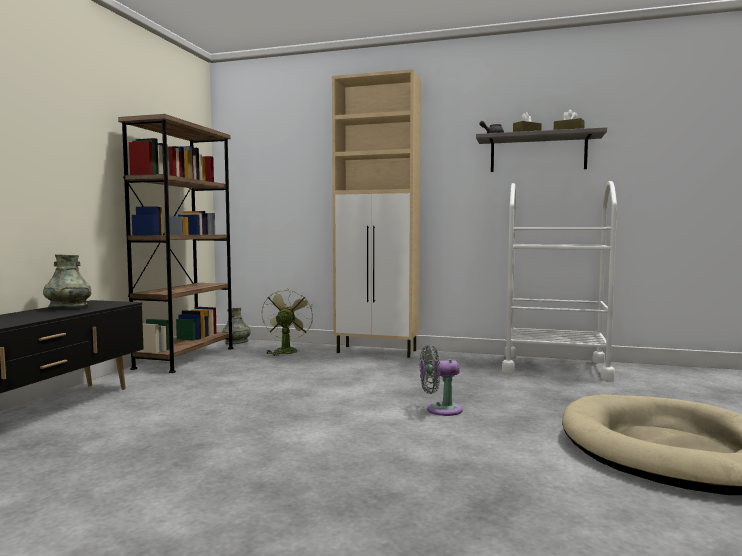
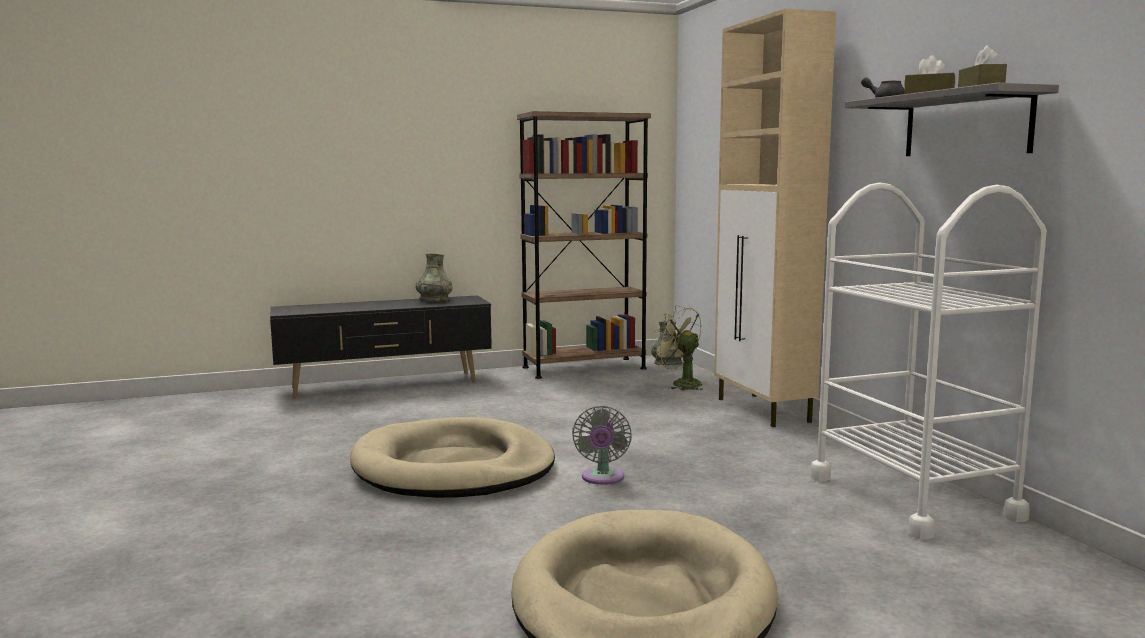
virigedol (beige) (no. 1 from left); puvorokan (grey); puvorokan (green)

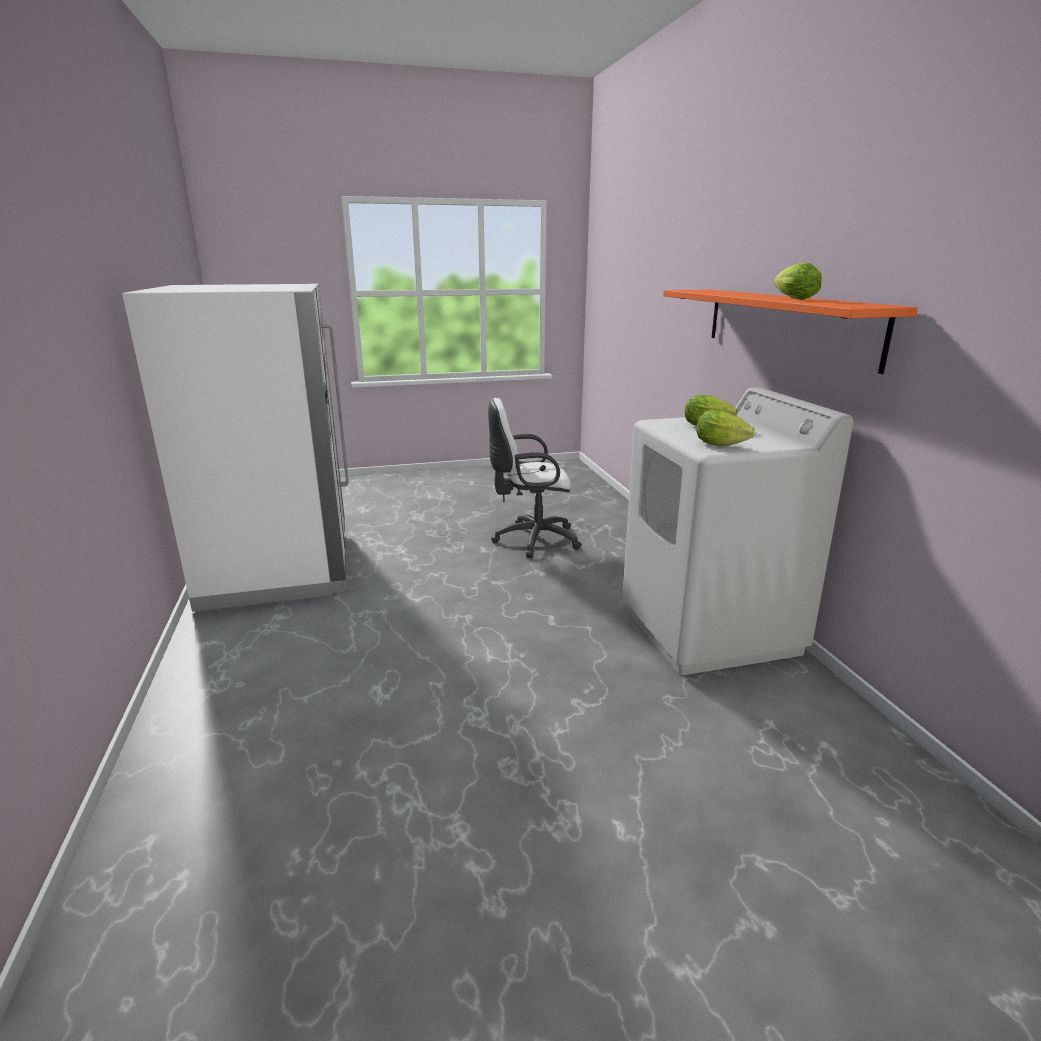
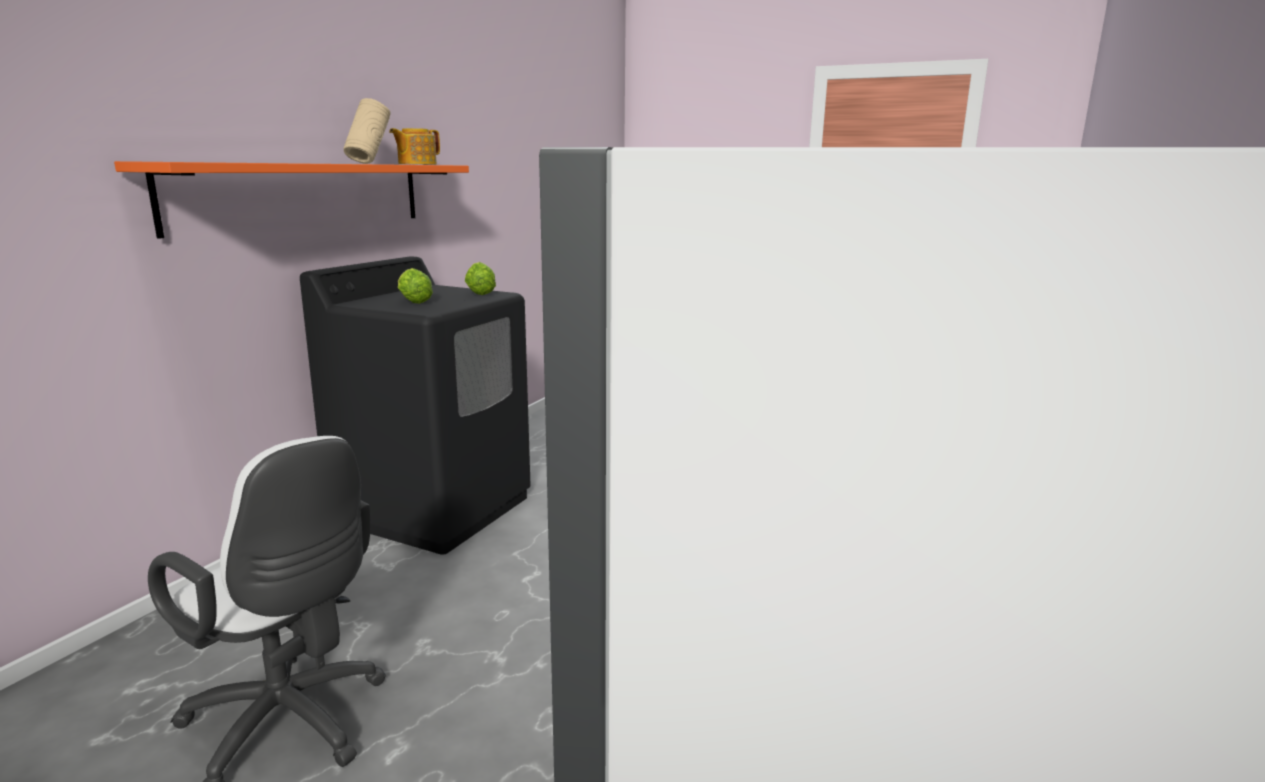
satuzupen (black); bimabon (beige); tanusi

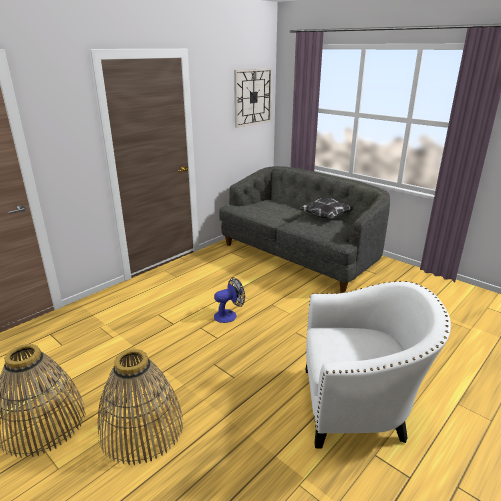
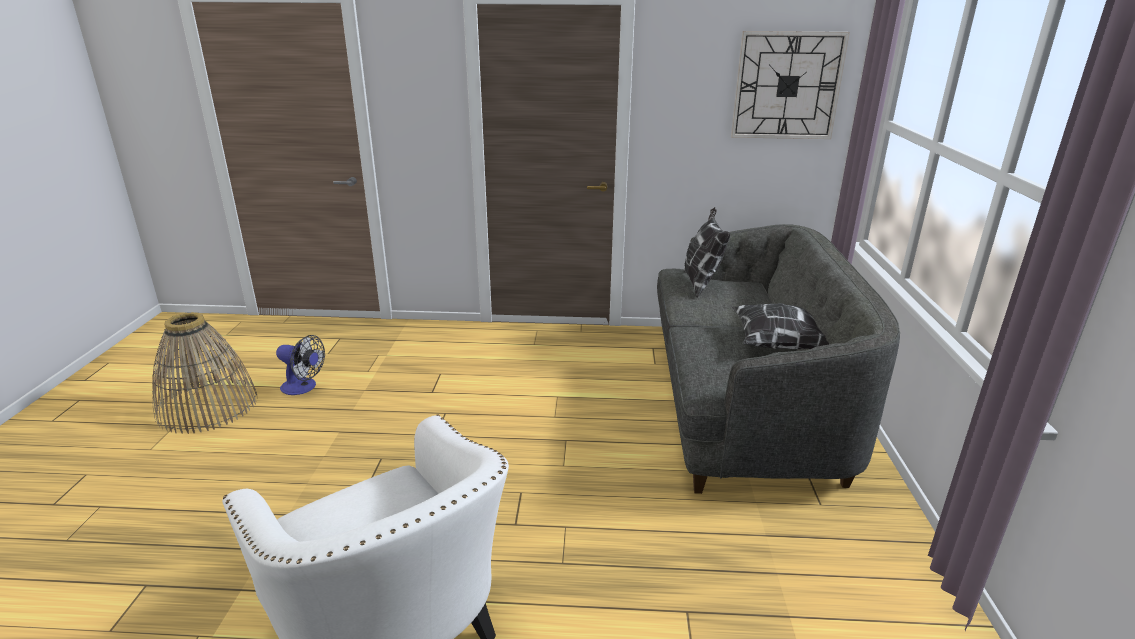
puvorokan; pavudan (no. 1 from left); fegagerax (no. 2 from left in the first image)

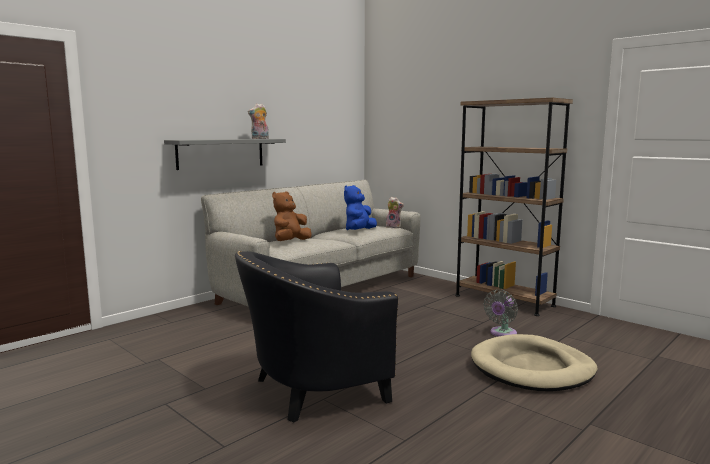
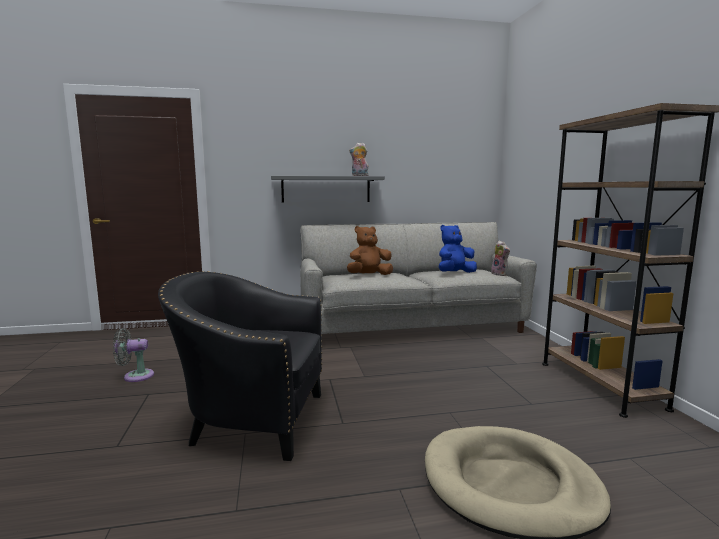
puvorokan (grey)

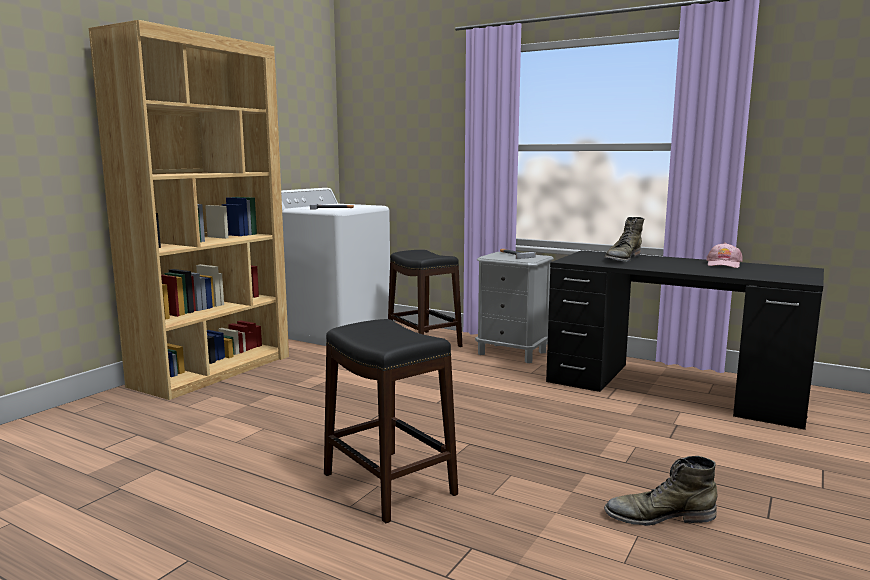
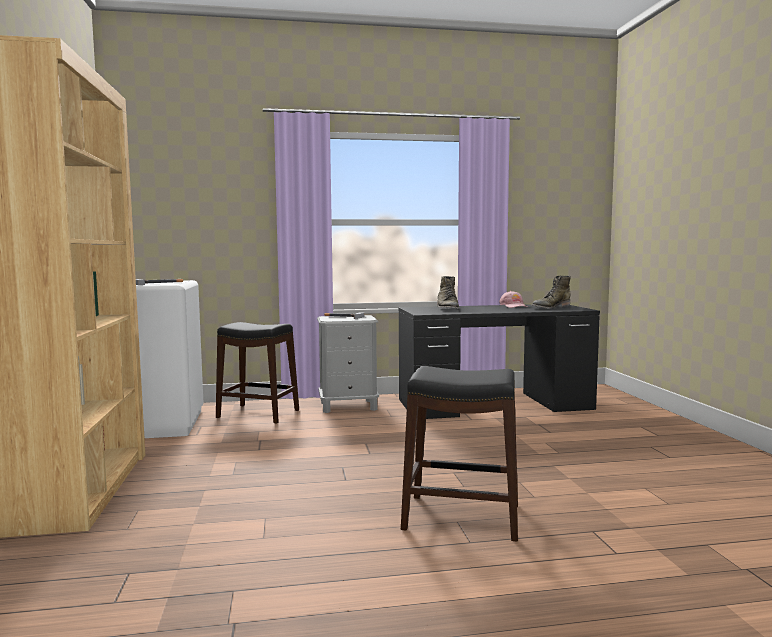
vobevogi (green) (no. 2 from left)

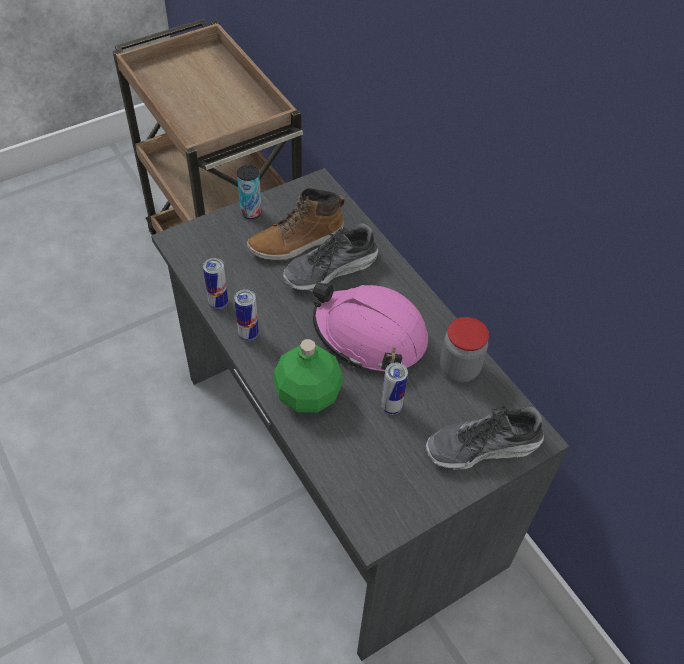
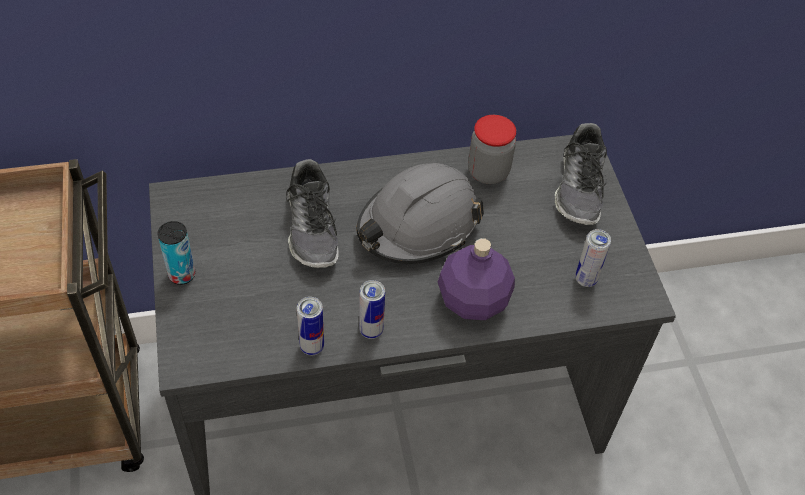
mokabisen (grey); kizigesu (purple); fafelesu (no. 4 from left); vobevogi

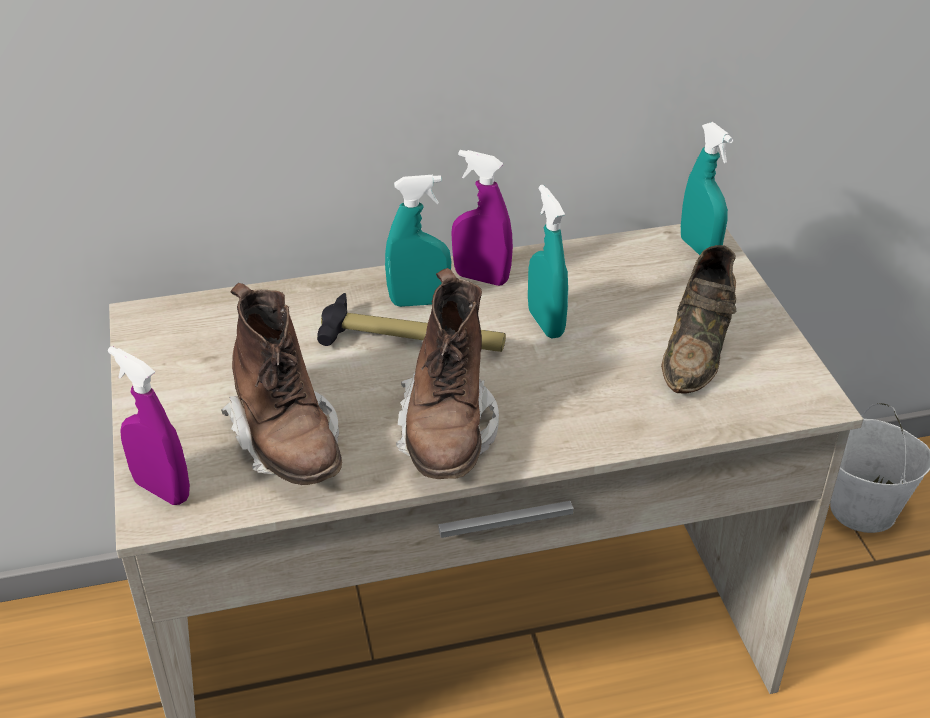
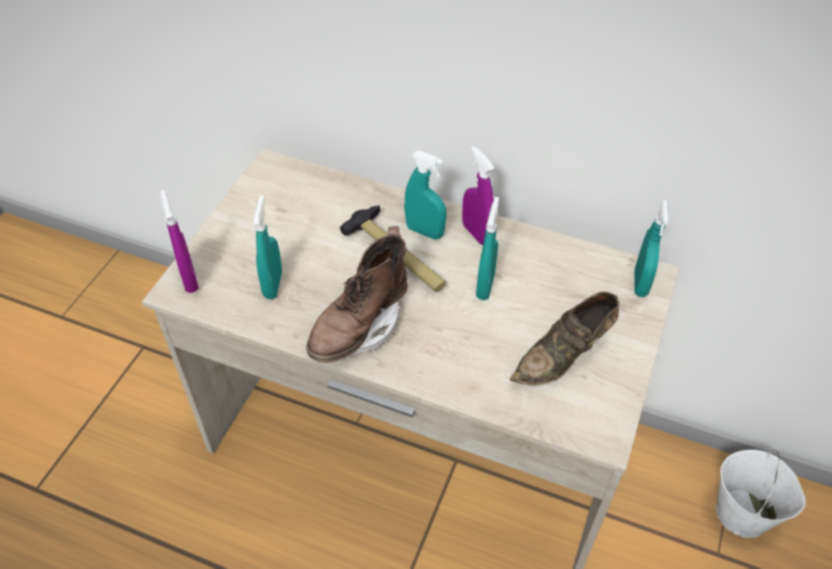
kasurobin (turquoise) (no. 1 from left)

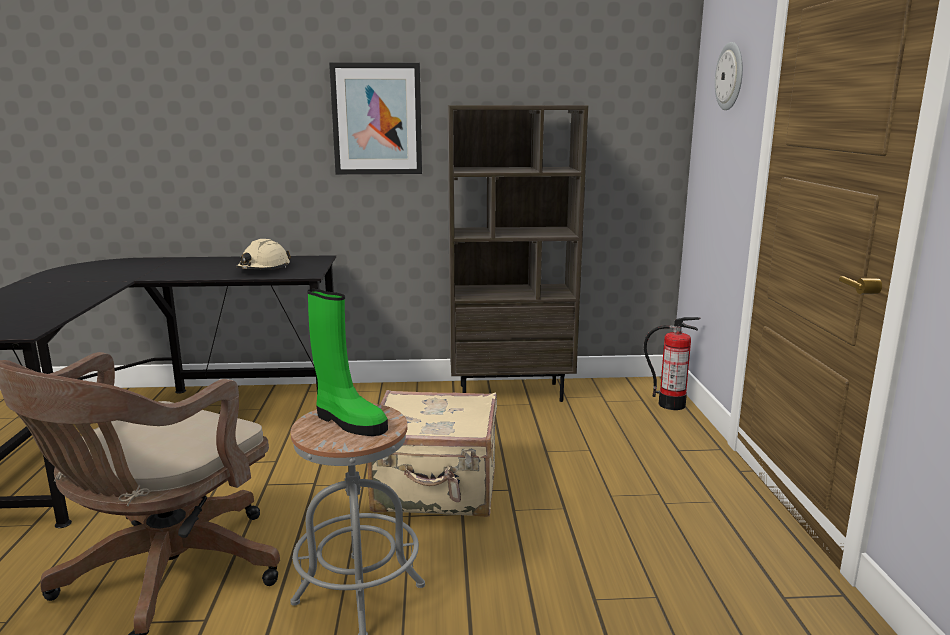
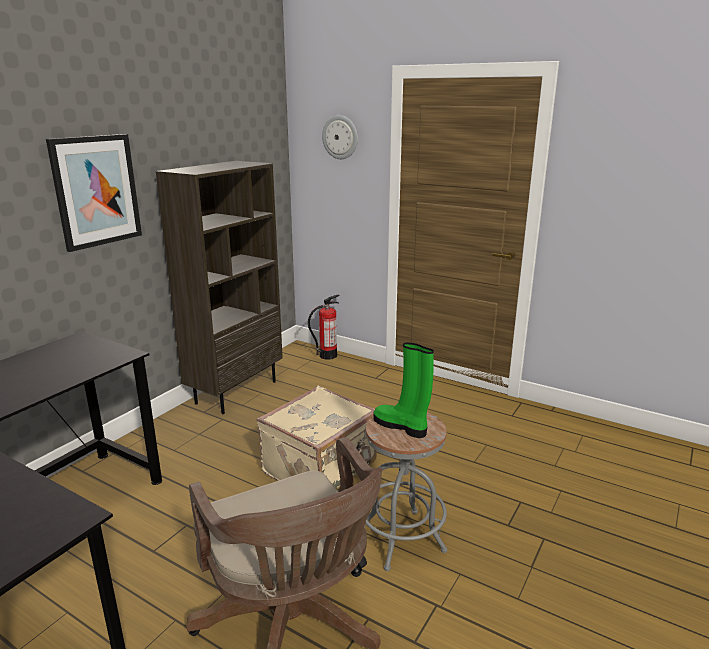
vobevogi (green); mokabisen (beige)

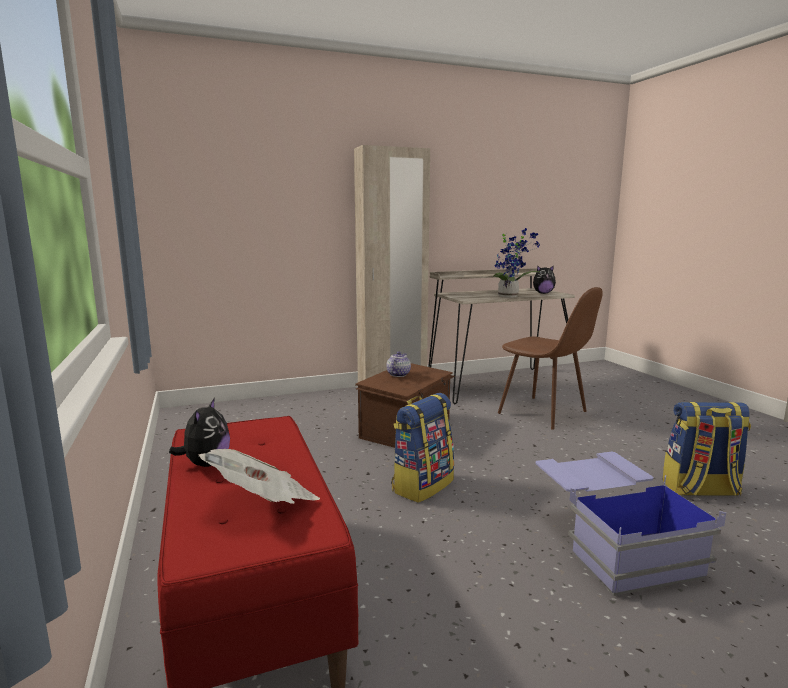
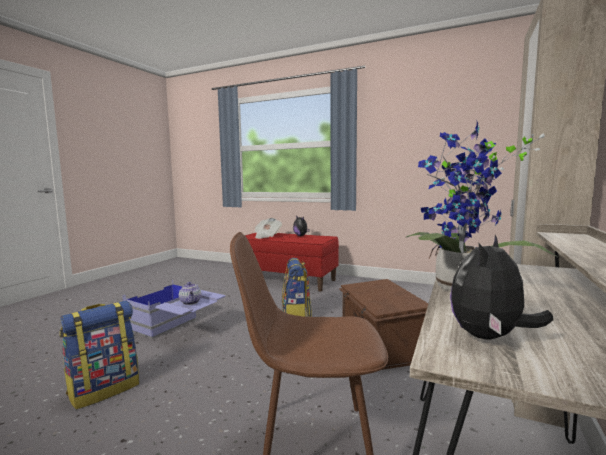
tanusi

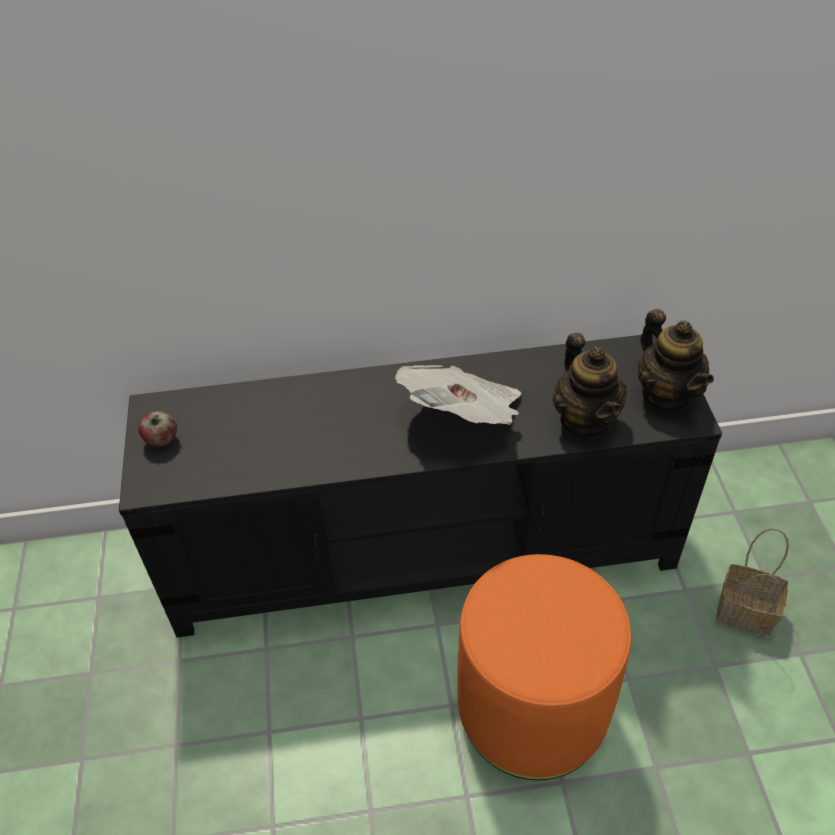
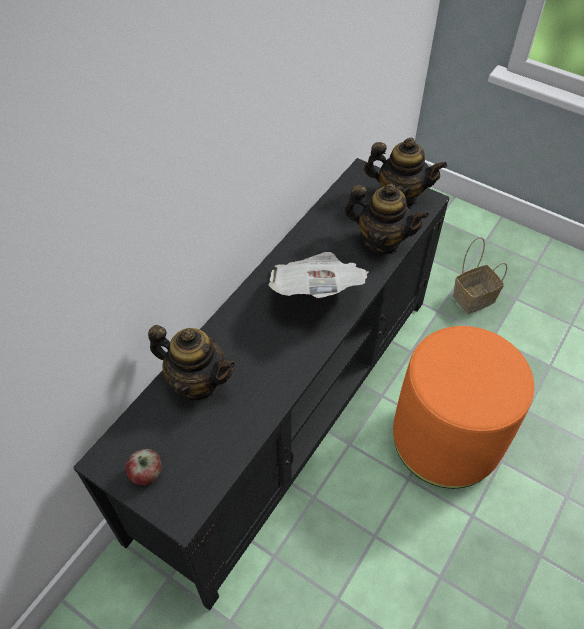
tanusi (no. 1 from left)

